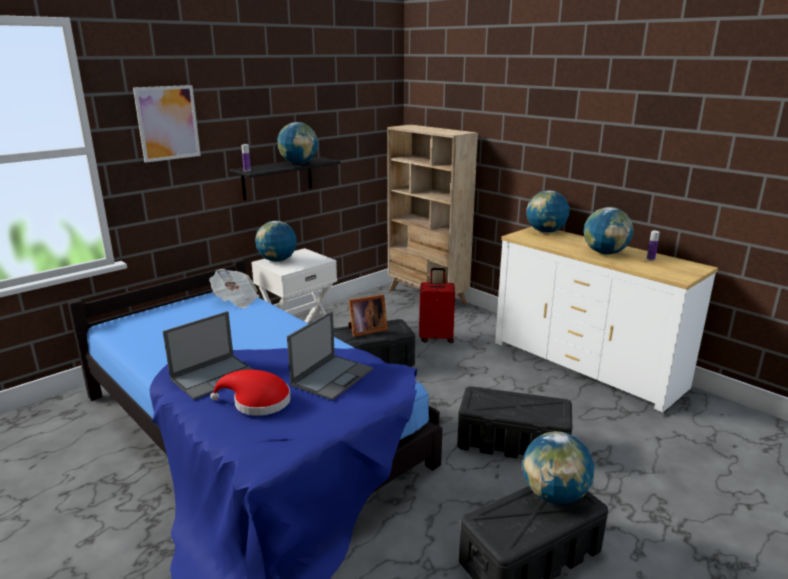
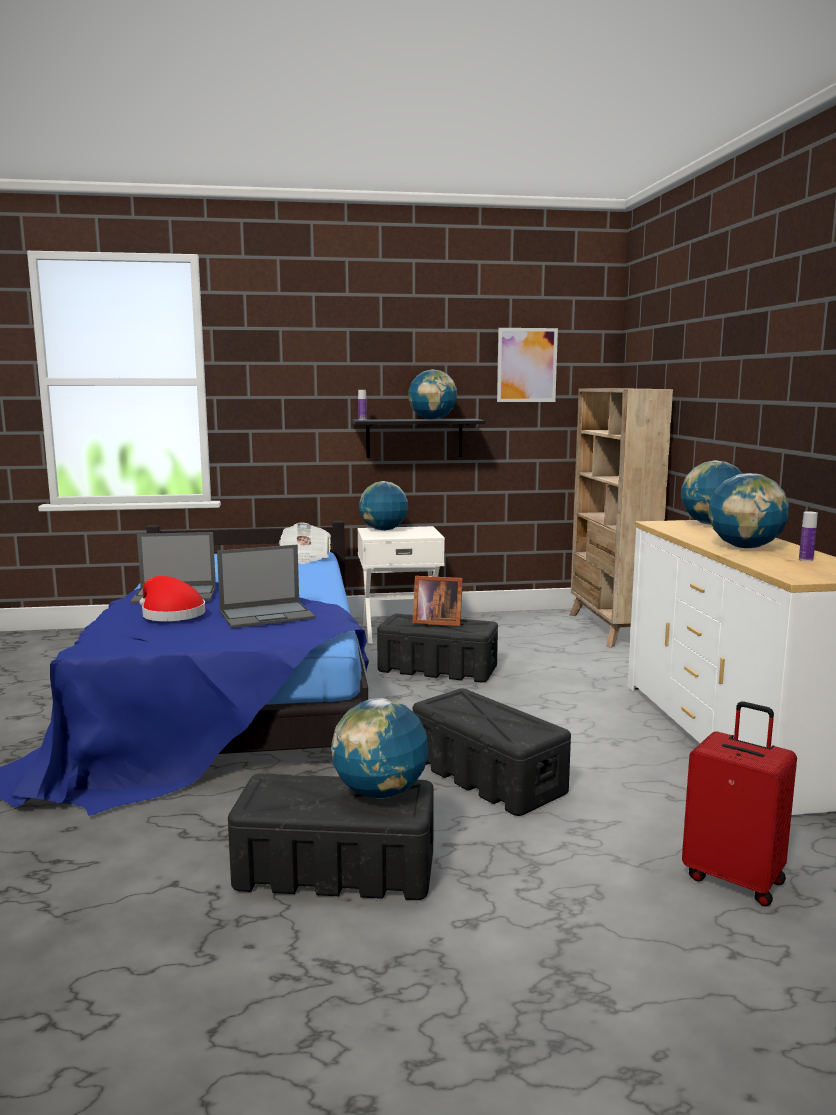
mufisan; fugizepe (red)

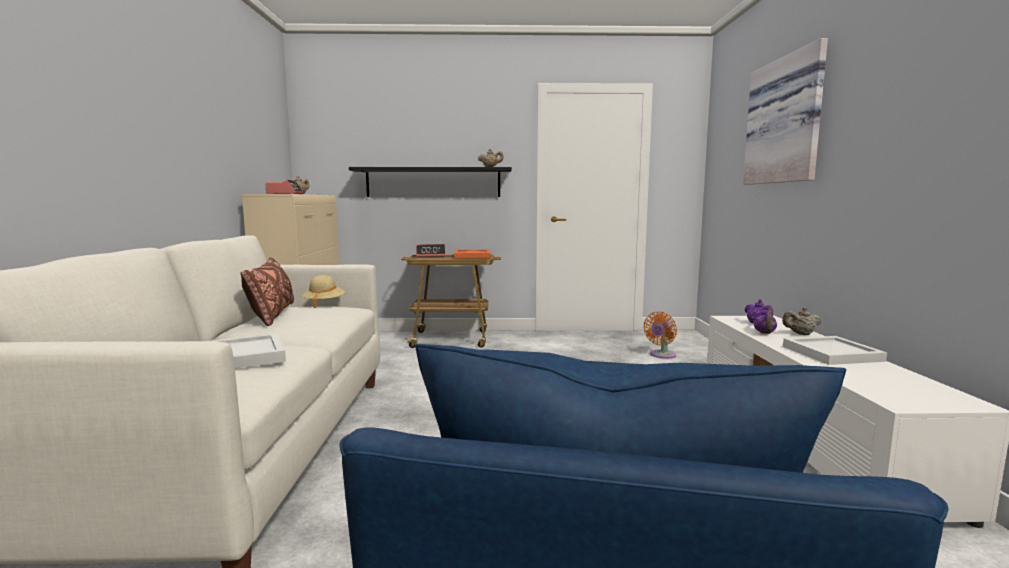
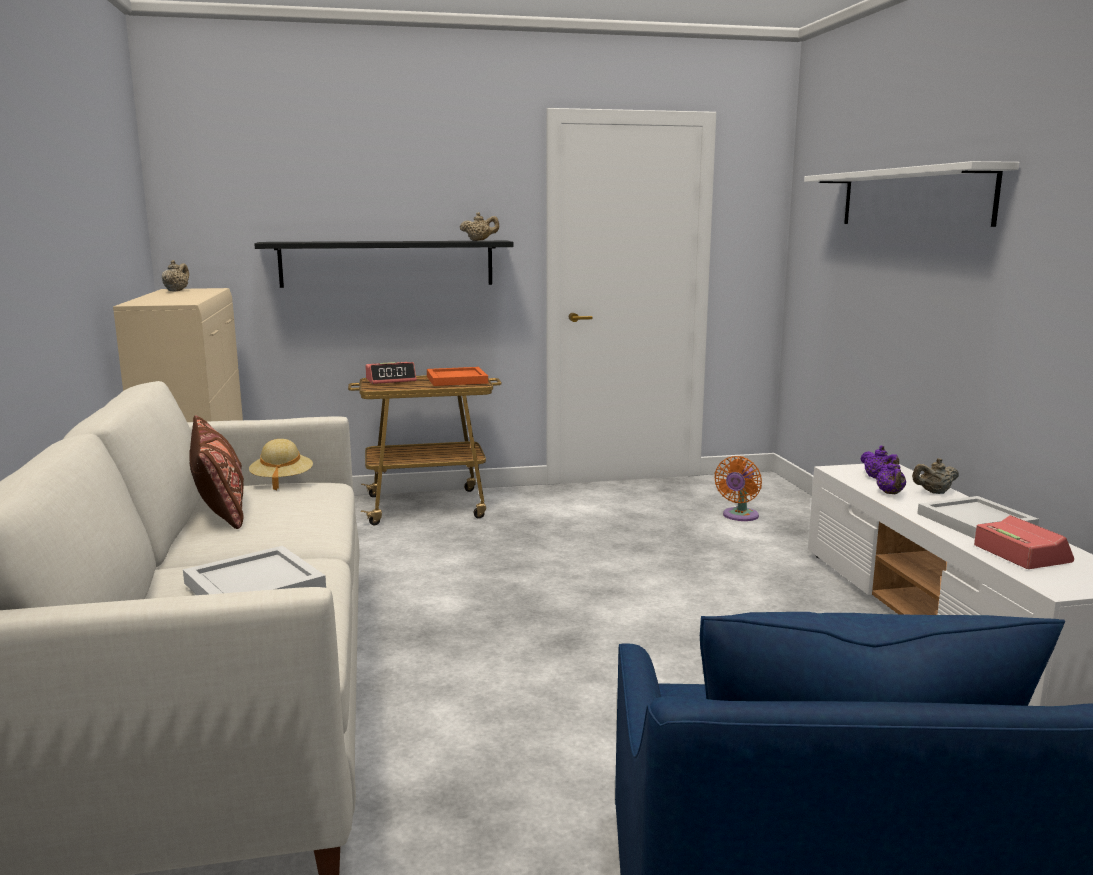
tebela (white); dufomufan (no. 2 from left)

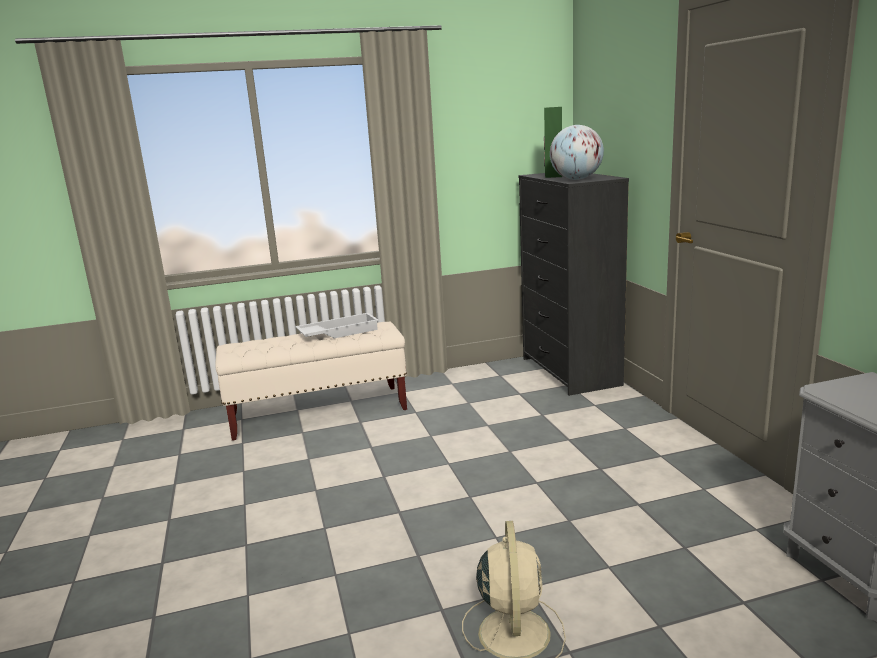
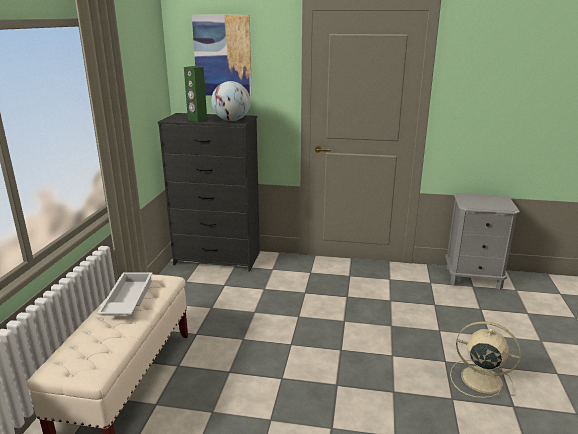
mufisan

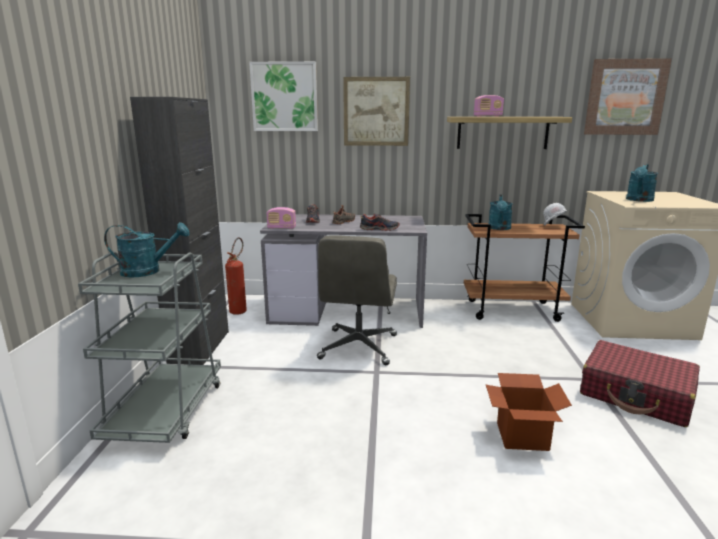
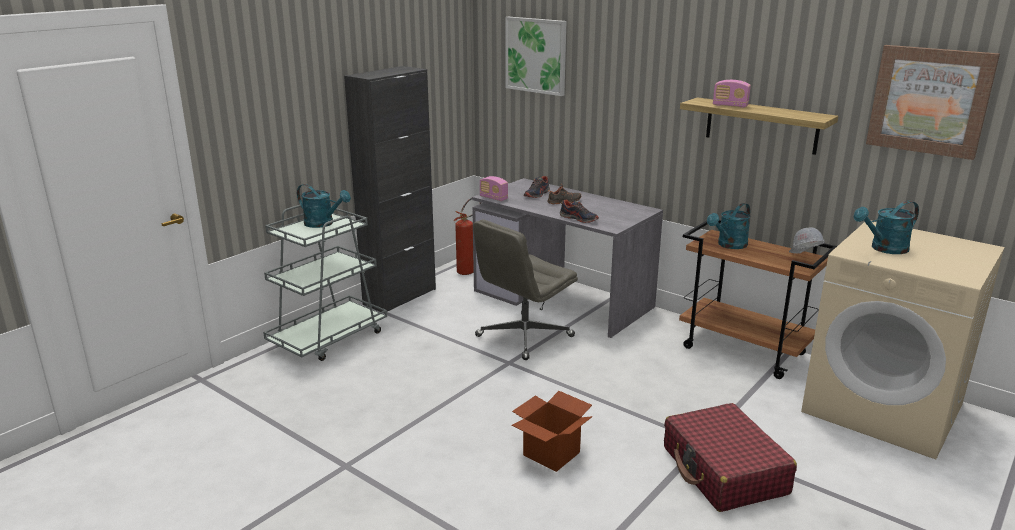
mufisan (no. 2 from left in the first image)

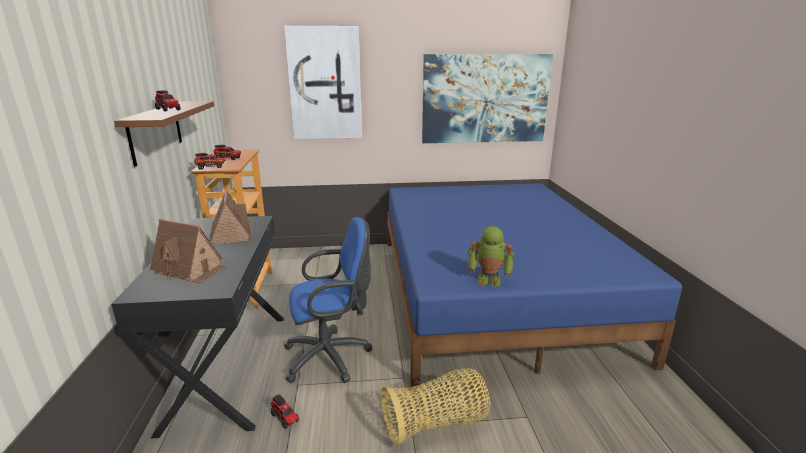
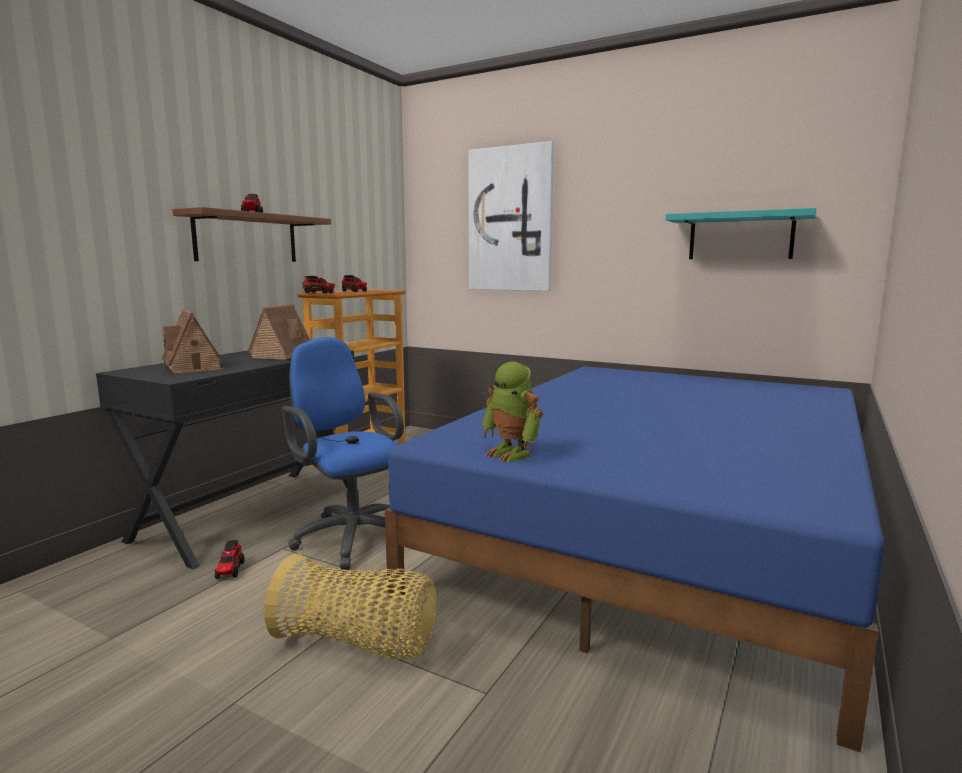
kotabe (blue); tebela (turquoise)

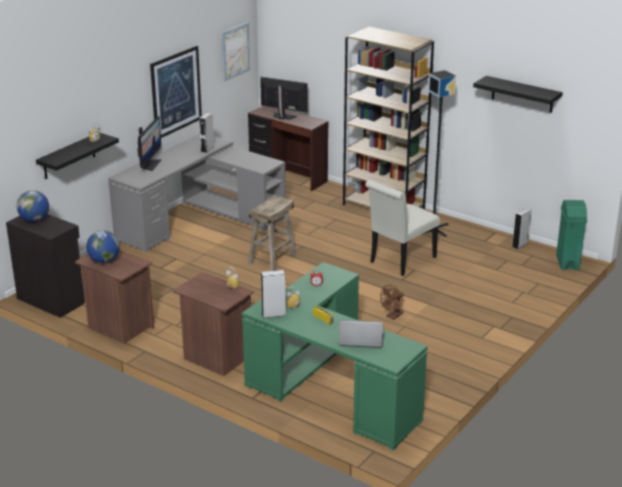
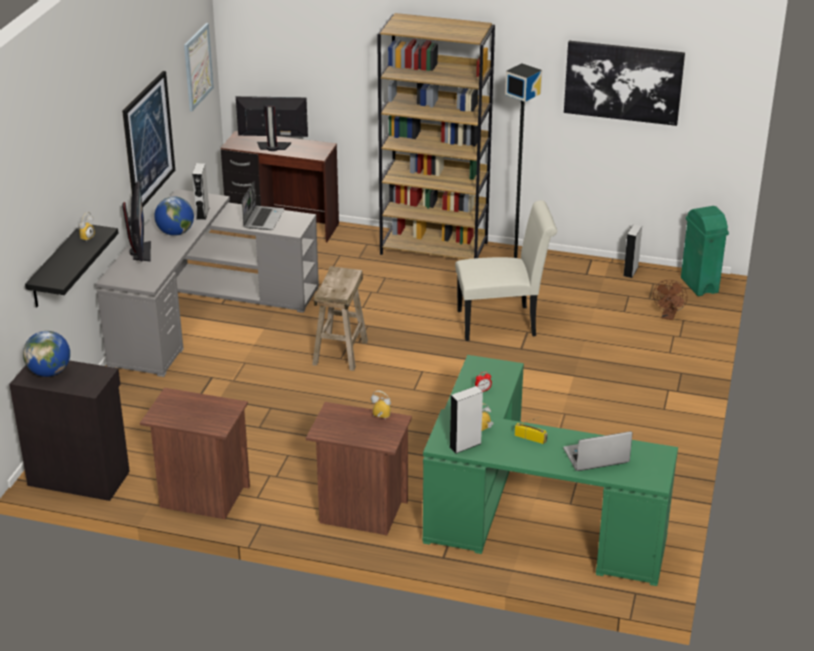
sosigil (no. 2 from left); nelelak (no. 1 from left); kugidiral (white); mufisan (no. 3 from left); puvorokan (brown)

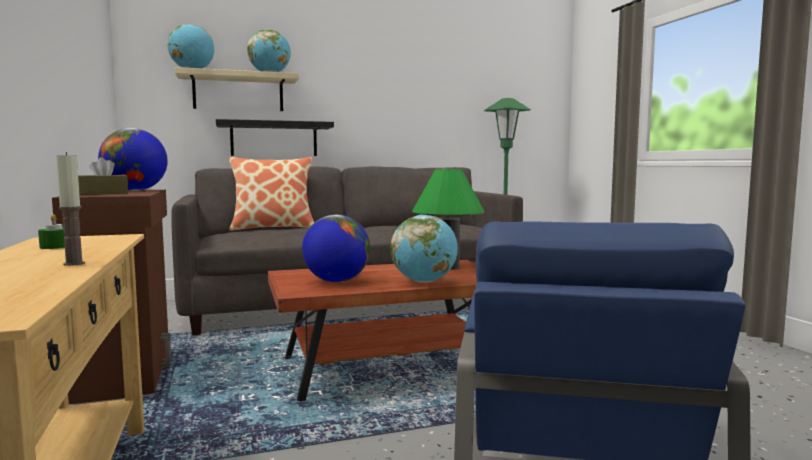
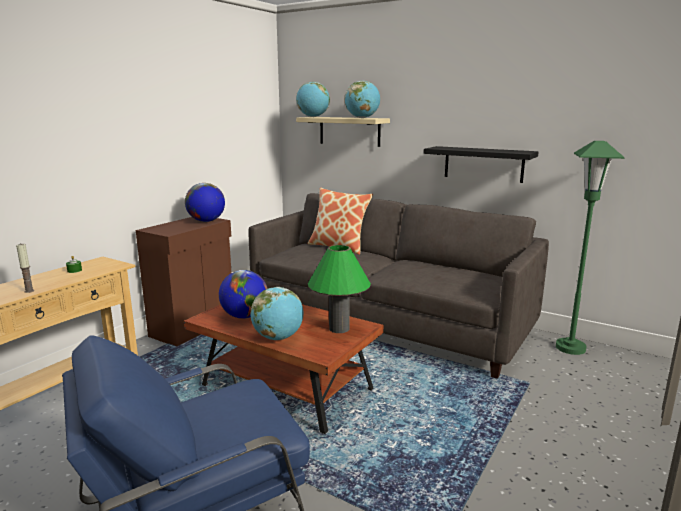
tebela (black); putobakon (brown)

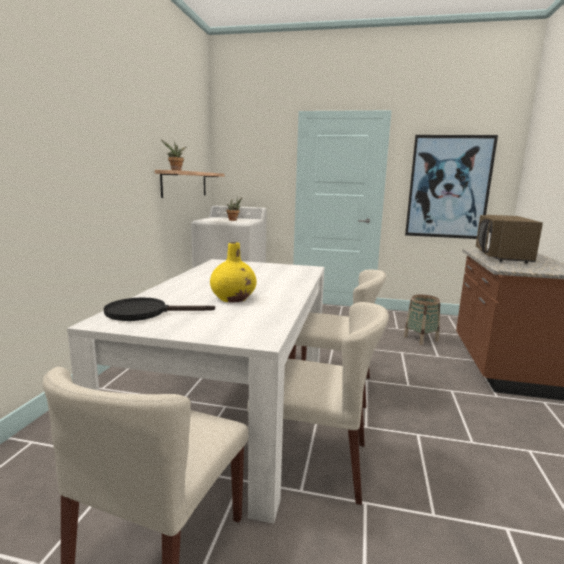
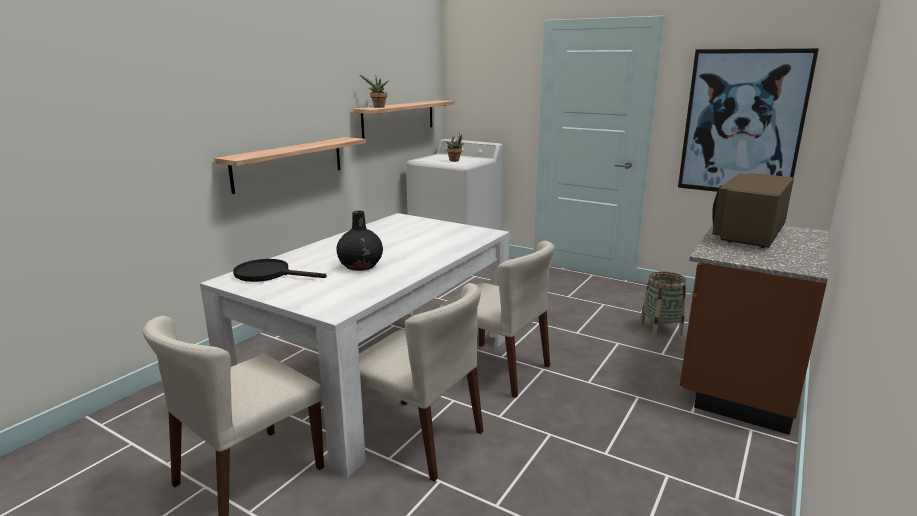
tebela (no. 1 from left); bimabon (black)

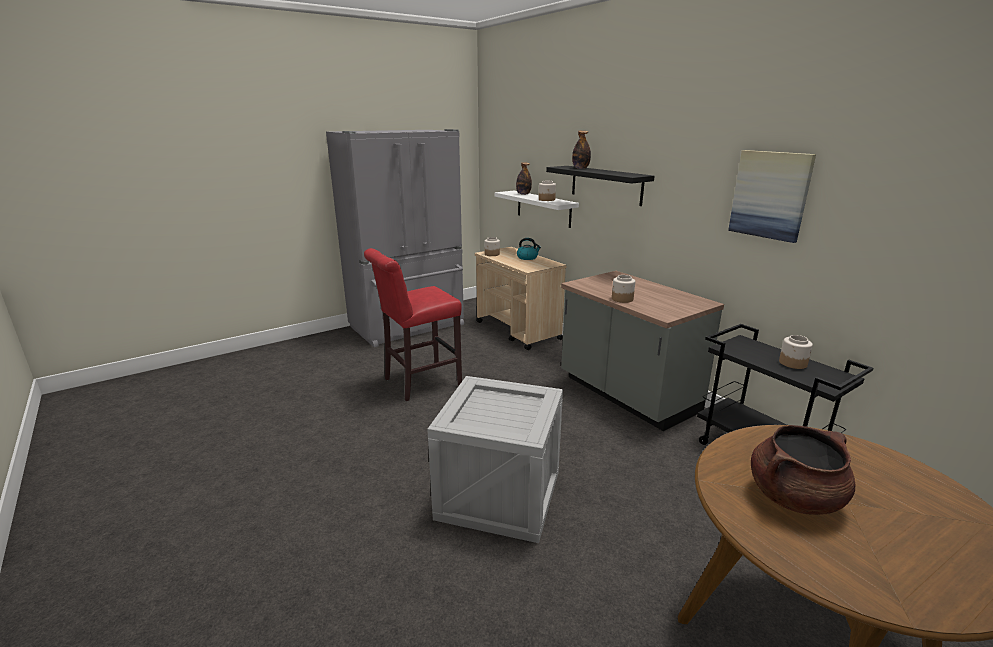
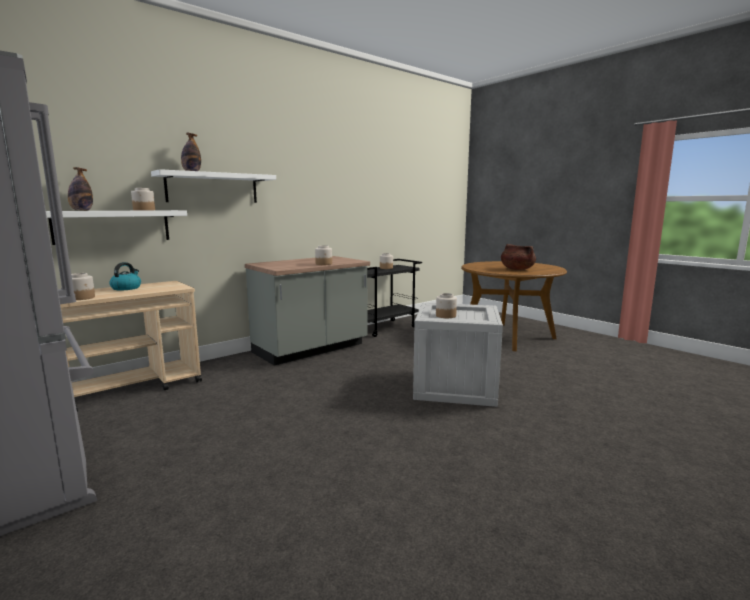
tebela (white) (no. 2 from left); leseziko (no. 5 from left); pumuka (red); mufisan

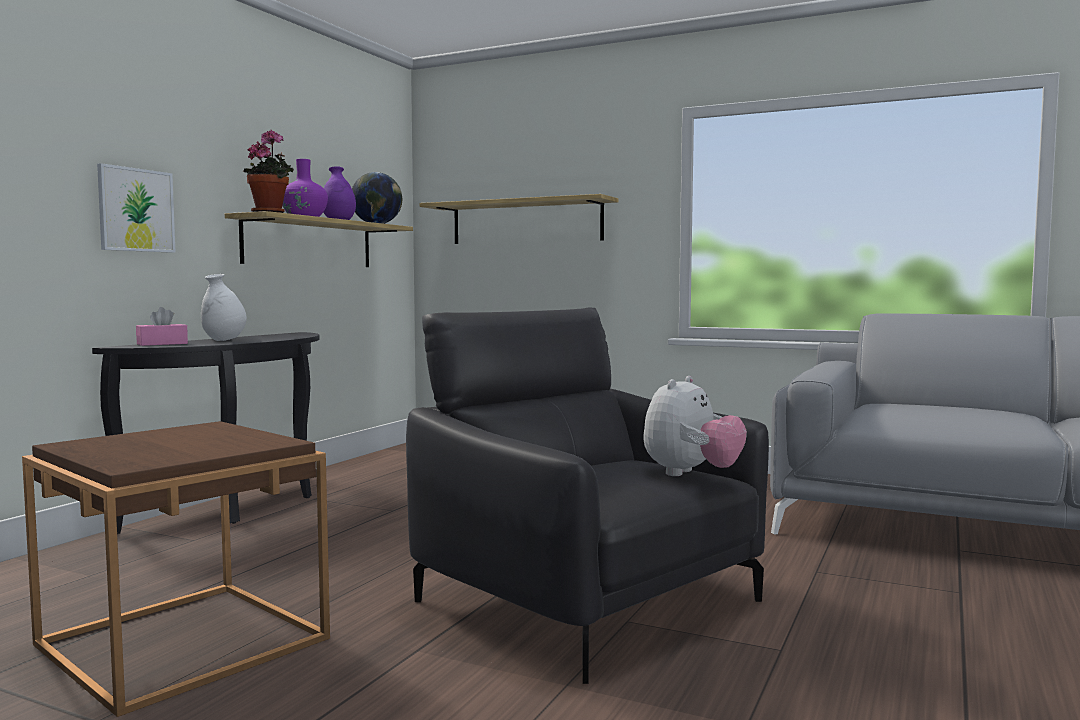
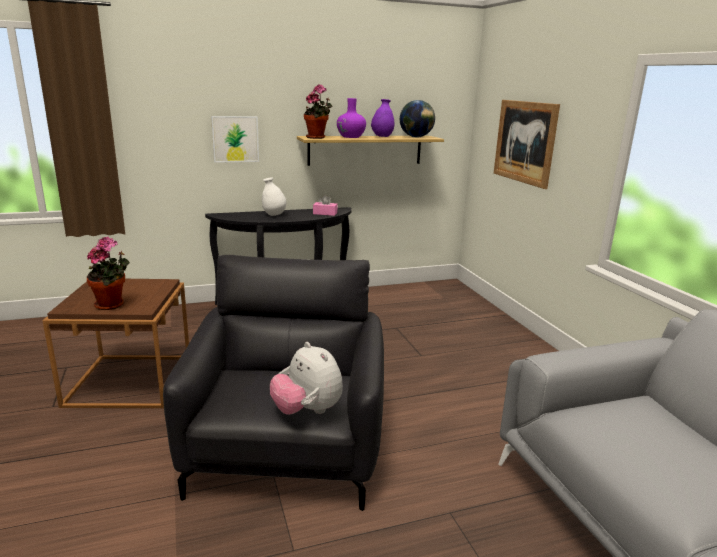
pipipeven (no. 1 from left); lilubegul; putobakon (pink); mufisan (no. 2 from left)

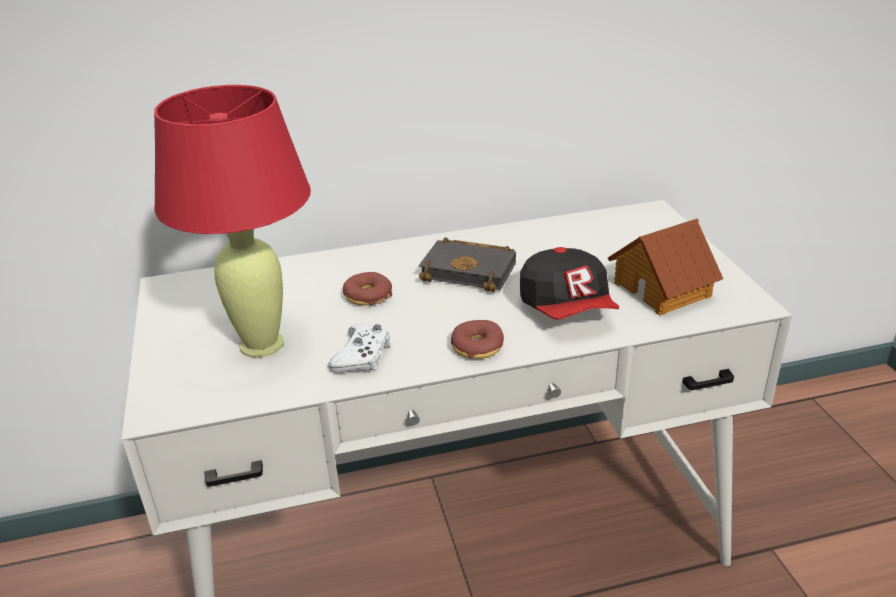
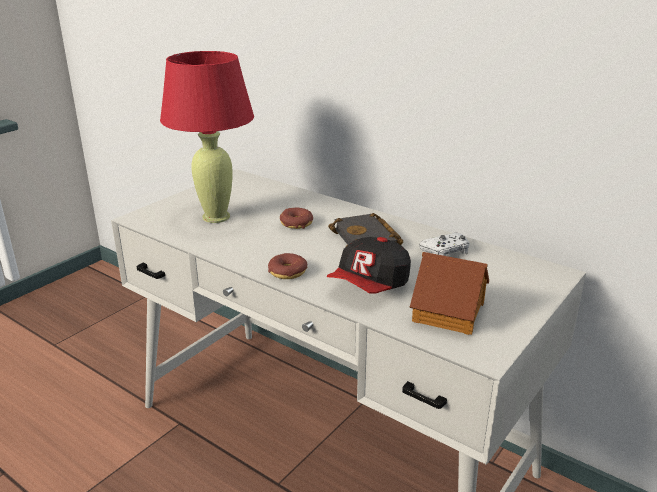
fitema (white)

